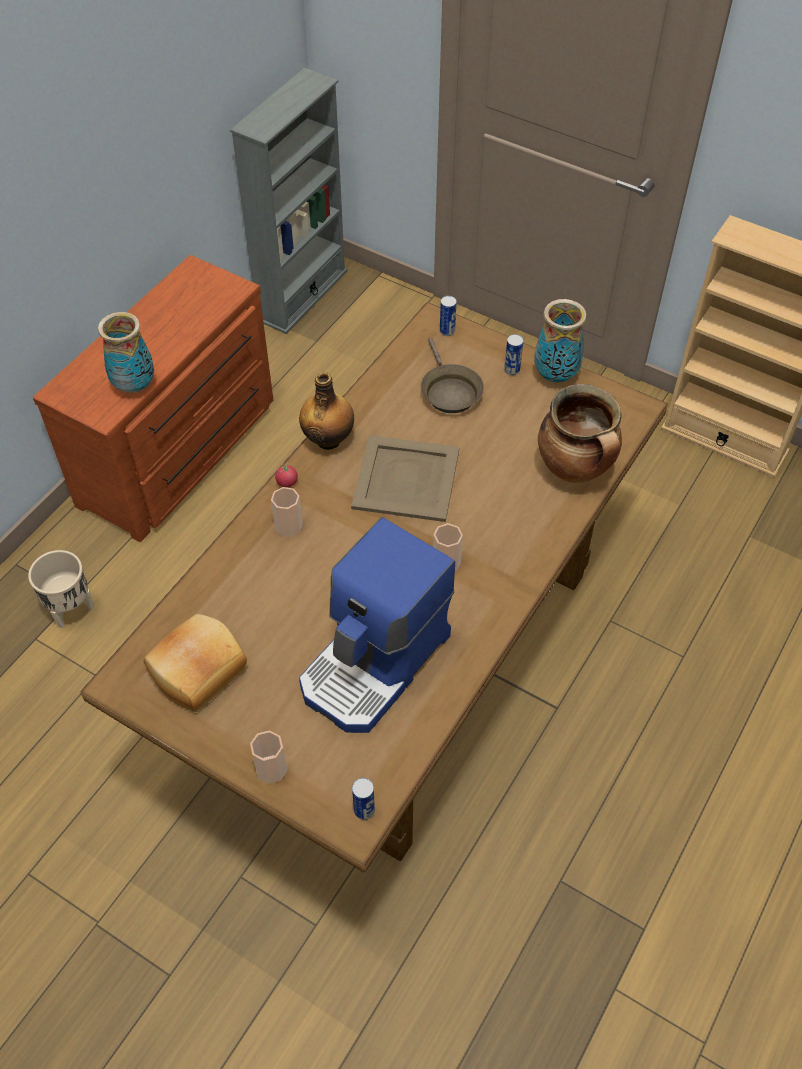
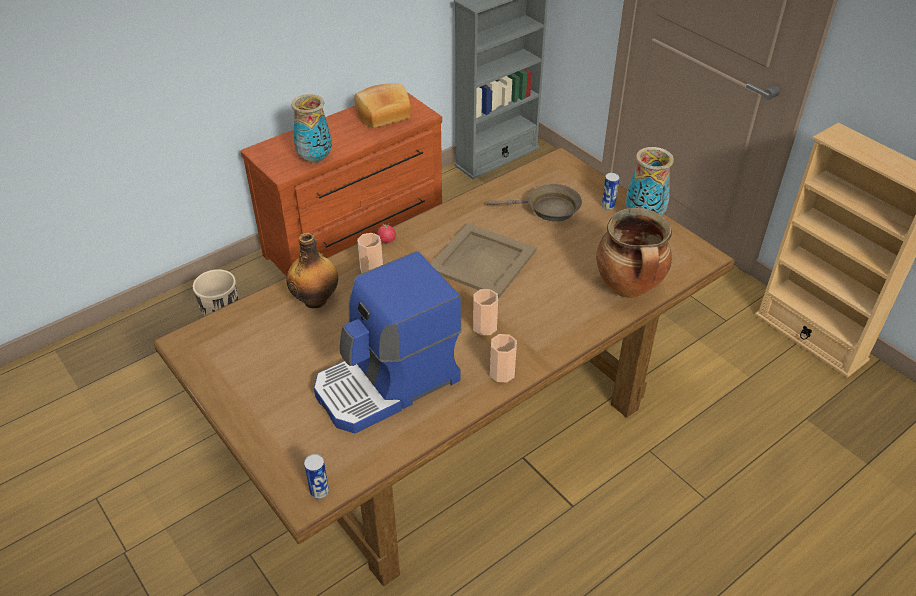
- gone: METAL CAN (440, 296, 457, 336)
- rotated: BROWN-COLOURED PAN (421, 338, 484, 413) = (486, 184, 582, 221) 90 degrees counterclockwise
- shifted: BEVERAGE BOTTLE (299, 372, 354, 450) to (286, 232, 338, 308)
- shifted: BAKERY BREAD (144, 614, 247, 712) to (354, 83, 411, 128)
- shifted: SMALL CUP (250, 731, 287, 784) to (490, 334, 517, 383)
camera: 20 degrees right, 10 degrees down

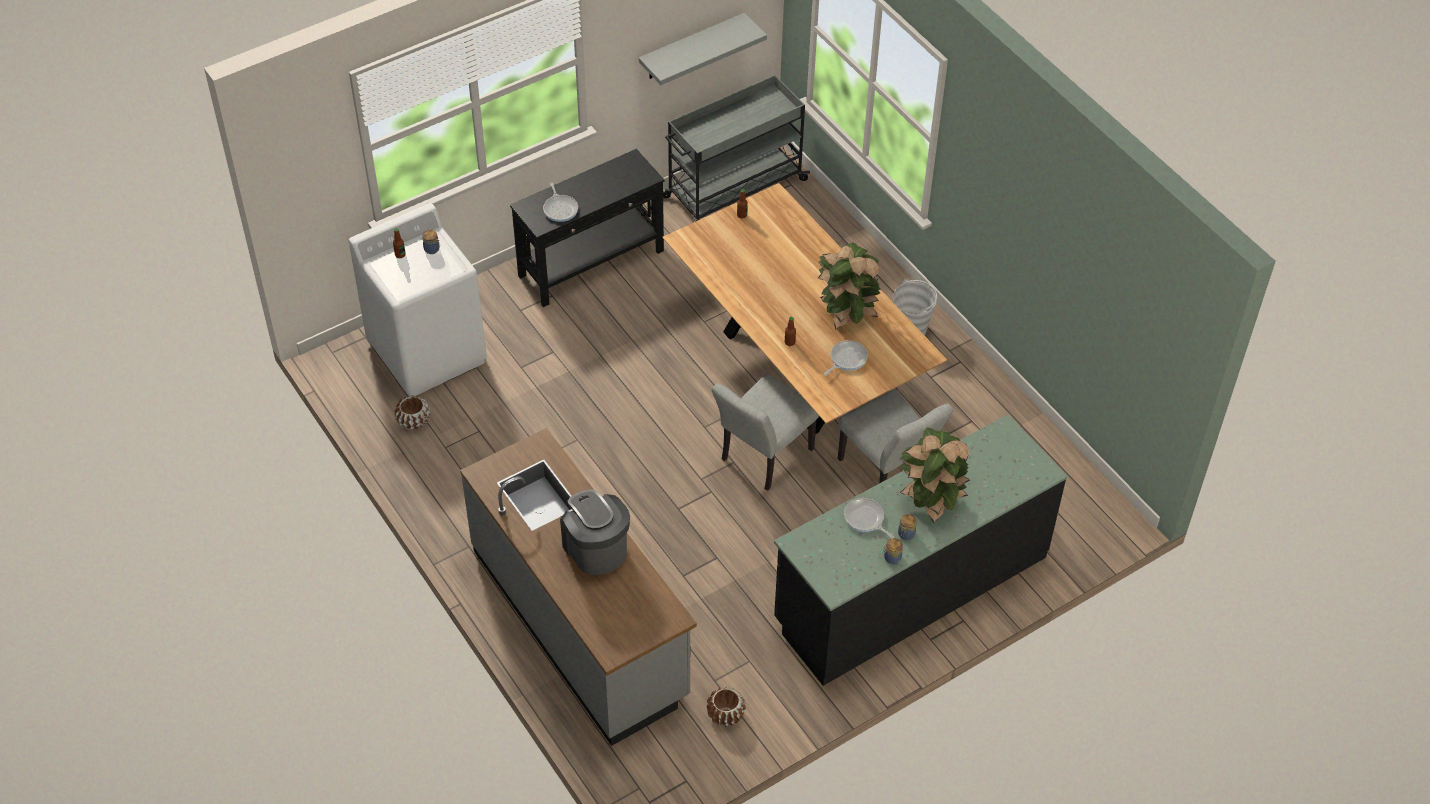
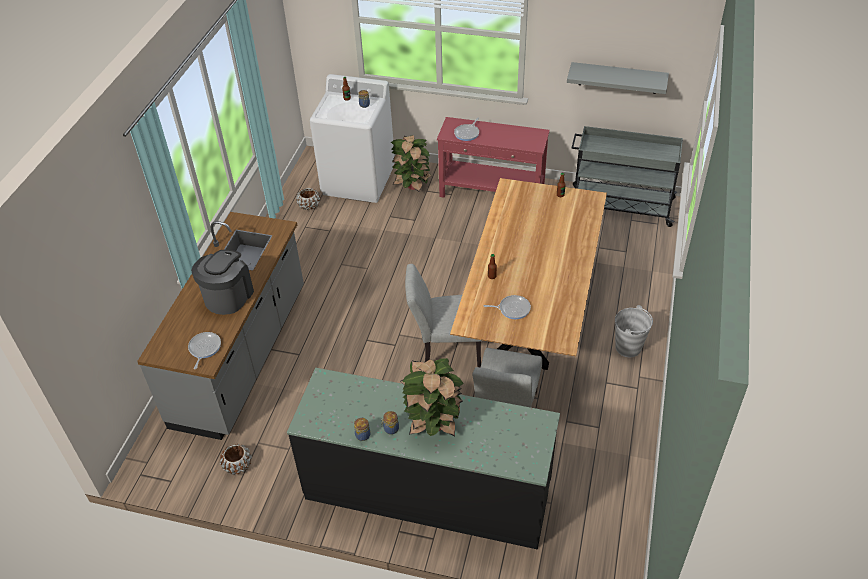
- repainted: BLACK-COLOURED NARROW TABLE (510, 149, 665, 307) to RED NARROW TABLE (437, 117, 550, 198)
- shifted: PLANT IN A POT (818, 242, 881, 330) to (391, 135, 432, 192)
- shifted: PAN (844, 498, 894, 538) to (188, 332, 221, 369)
camera: 50 degrees right, 5 degrees down

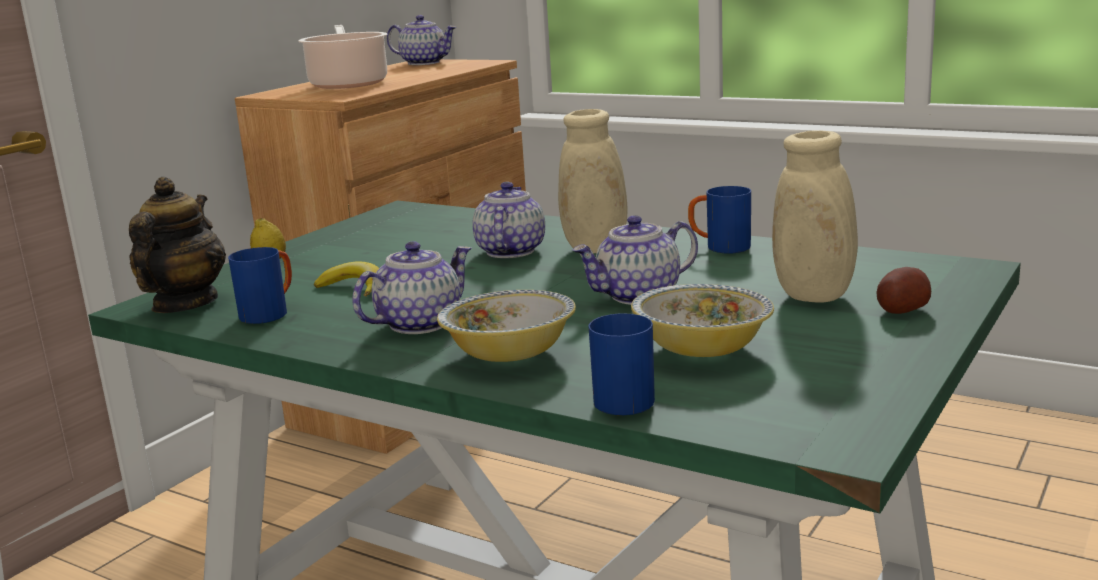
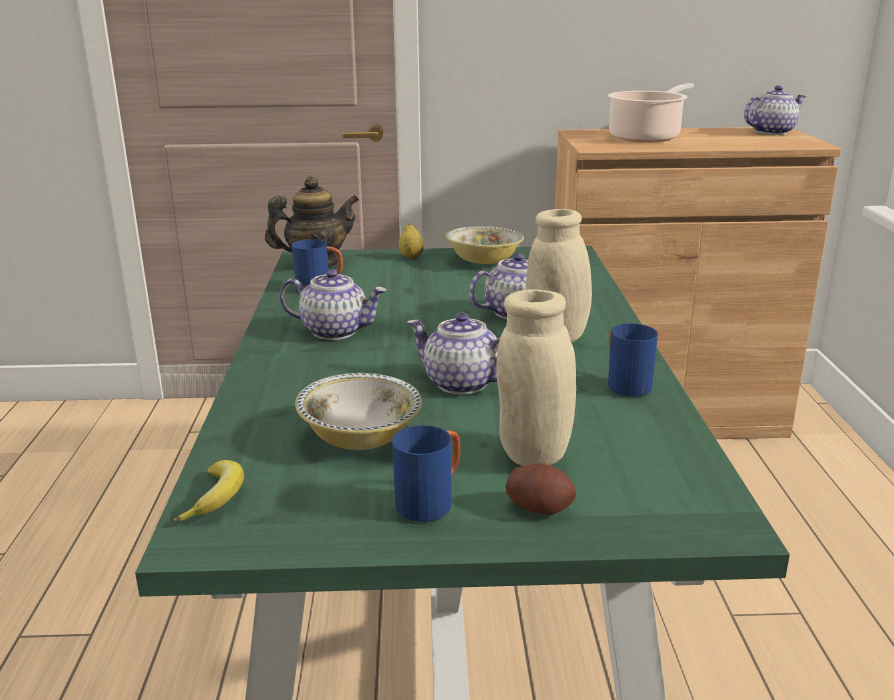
- rotated: TEAPOT (387, 15, 457, 65) = (744, 85, 806, 135) 105 degrees counterclockwise
- shifted: BANANA (314, 261, 379, 296) to (173, 460, 244, 522)
- shifted: BOWL (437, 290, 576, 362) to (446, 226, 524, 264)
- shifted: BLUE TEA MUG (588, 313, 655, 415) to (392, 425, 460, 522)
camera: 55 degrees right, 5 degrees up

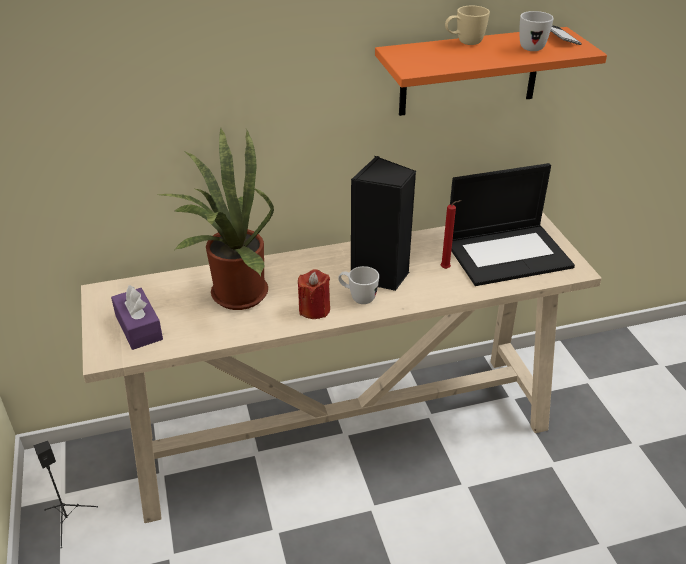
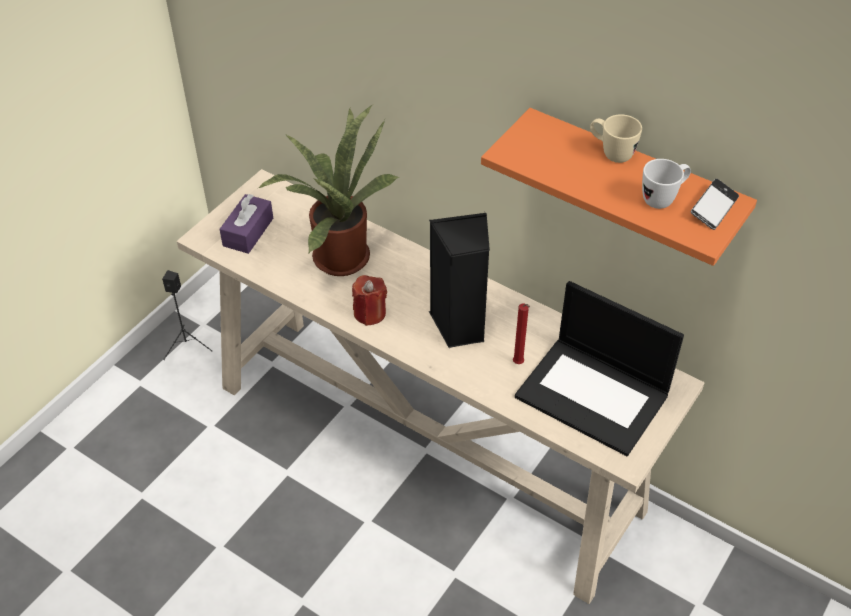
- gone: WHITE-COLOURED TEA MUG (338, 266, 379, 304)
camera: 50 degrees right, 10 degrees up

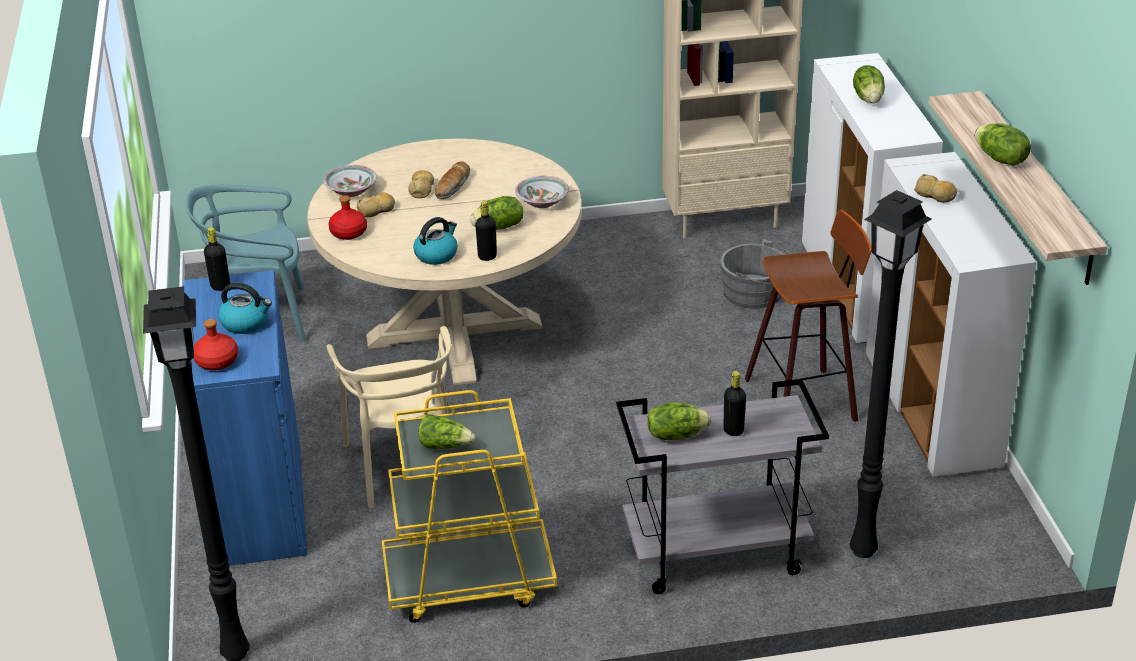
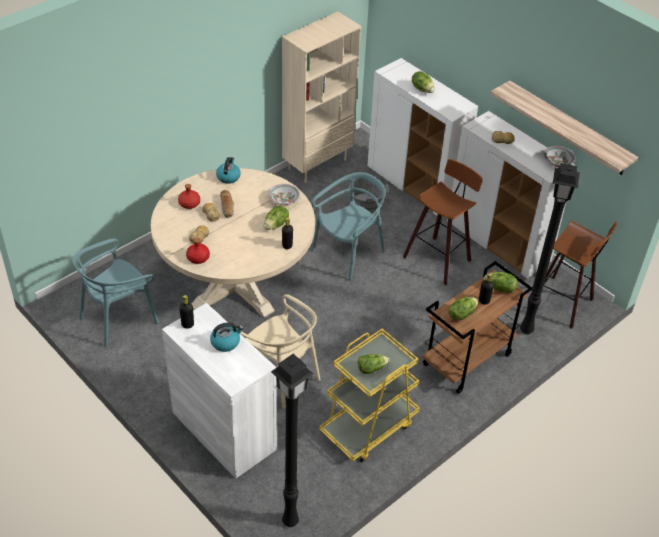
- shifted: LETTUCE HEAD (974, 123, 1031, 166) to (484, 272, 517, 293)
- shifted: BOWL (323, 165, 377, 197) to (543, 146, 576, 167)
- shifted: WATER KETTLE (413, 217, 458, 265) to (216, 157, 241, 184)
- repainted: BLUE CUPBOARD (183, 270, 307, 566) to WHITE-COLOURED CUPBOARD (162, 303, 277, 479)
- shifted: RED BEVERAGE BOTTLE (193, 319, 238, 370) to (178, 184, 200, 209)
- repainted: GREYISH CART (616, 379, 829, 594) to BROWN-COLOURED CART (422, 261, 533, 394)
- new: TURQUOISE-COLOURED CHAIR (311, 172, 385, 281)
- new: STOOL SEAT (543, 221, 617, 329)
camera: 35 degrees left, 10 degrees up

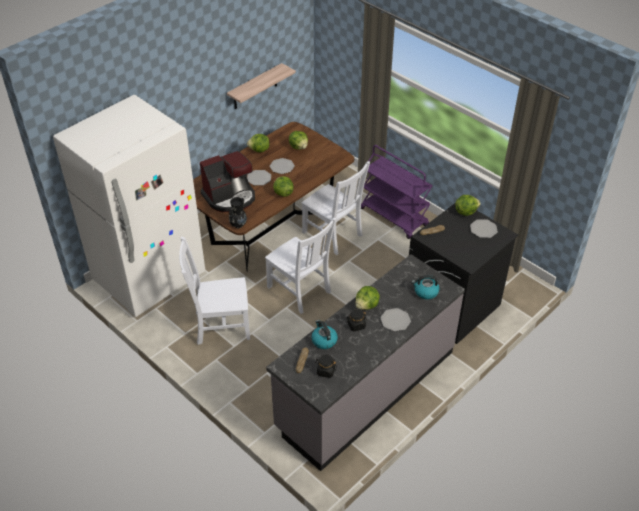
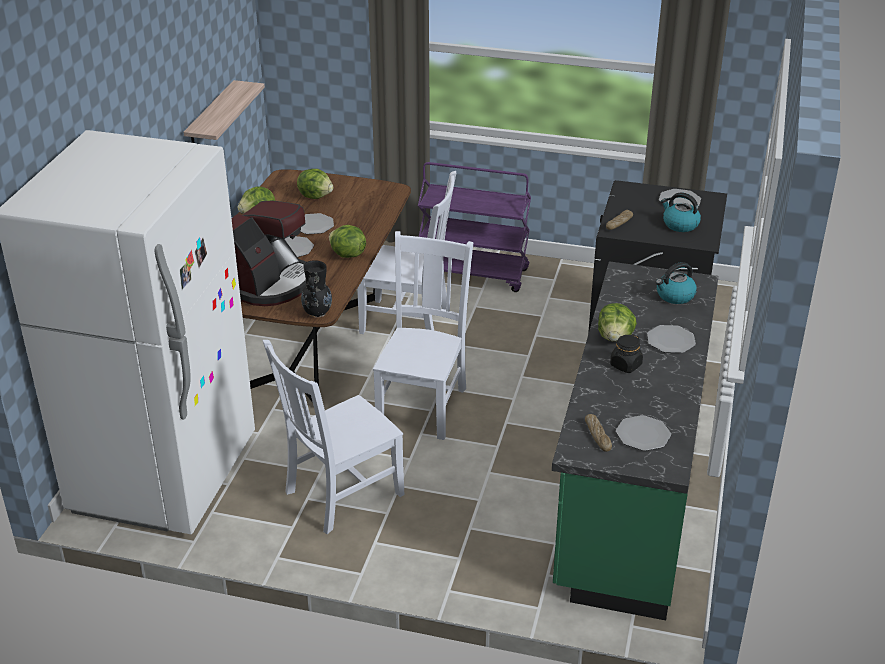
- gone: LETTUCE HEAD (455, 195, 481, 216)
- rotated: WHITE-COLOURED CHAIR (265, 218, 336, 314) = (373, 231, 473, 440) 90 degrees counterclockwise
- repainted: GREYISH COUNTER (266, 254, 465, 471) to GREEN COUNTER (552, 261, 719, 620)
- shifted: WATER KETTLE (311, 320, 338, 349) to (661, 192, 701, 232)
- swapped: BLACK-COLOURED PRESERVE JAR (315, 355, 337, 378) to PLATE (616, 415, 671, 451)
camera: 30 degrees left, 10 degrees down

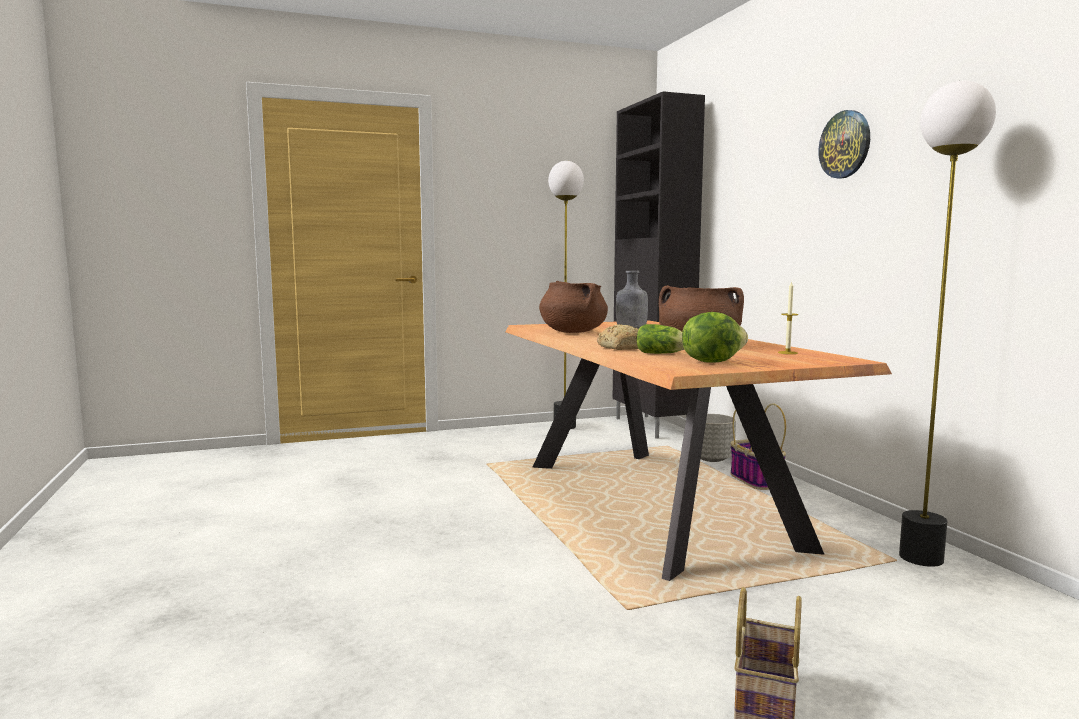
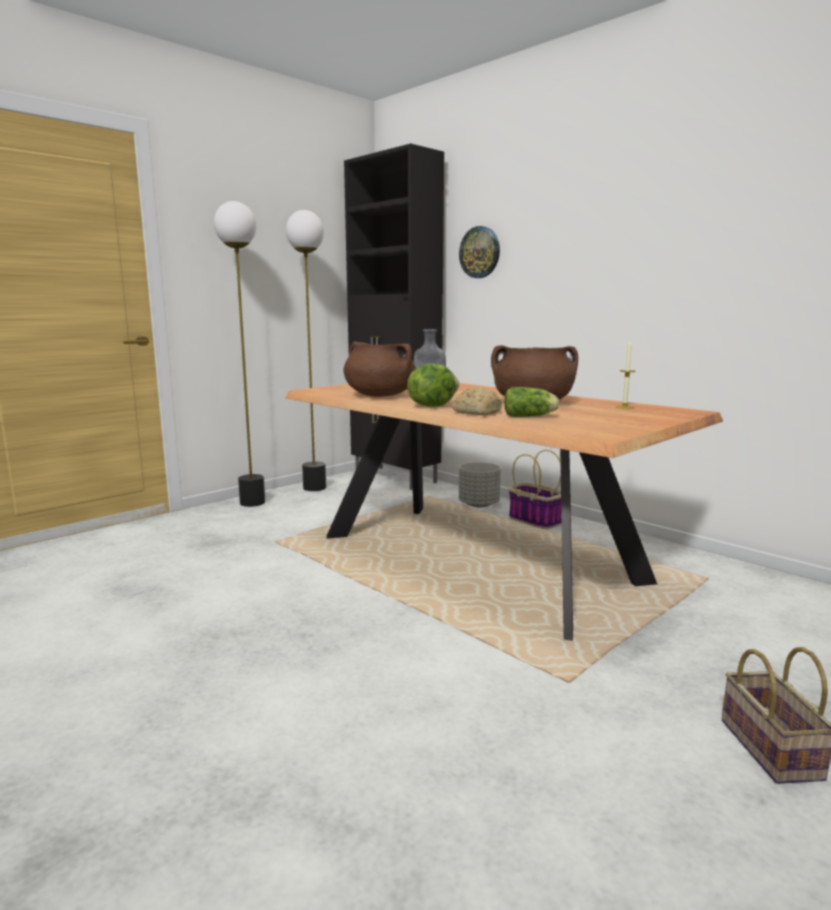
- shifted: STANDARD LAMP (899, 81, 996, 567) to (214, 201, 265, 507)
- shifted: HANGING CLOCK (818, 110, 870, 179) to (459, 226, 500, 278)
- shifted: LETTUCE HEAD (682, 312, 748, 363) to (407, 363, 459, 407)
camera: 25 degrees left, 5 degrees up

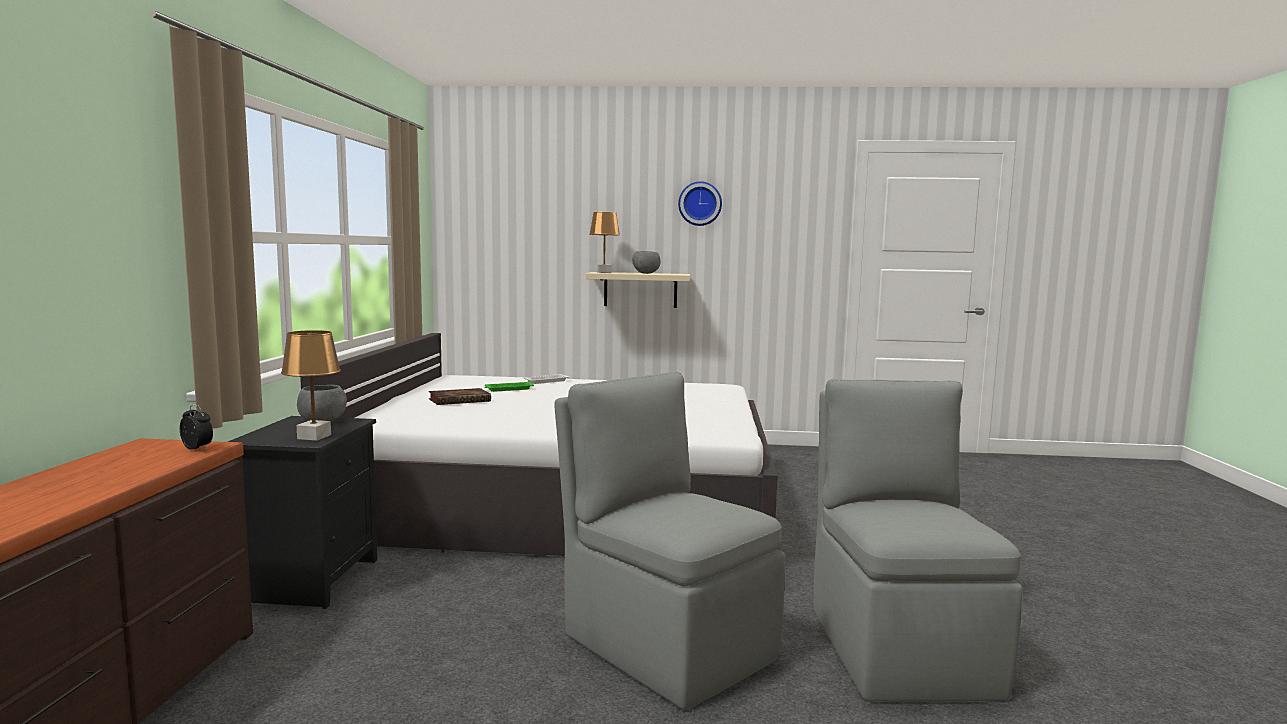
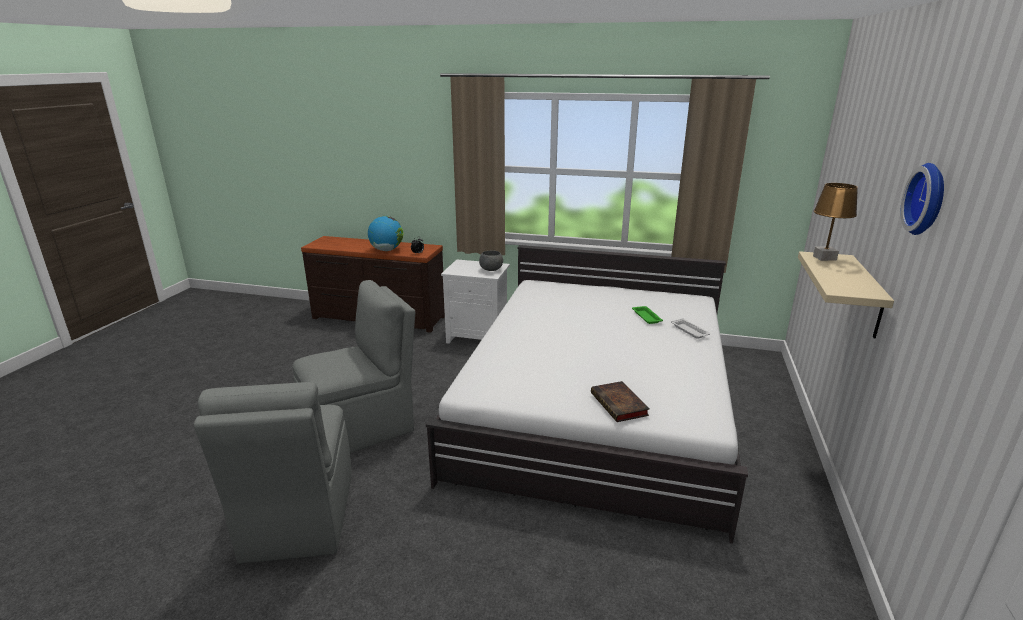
- gone: GREYISH BOWL (632, 251, 661, 274)
- gone: BROWN-COLOURED TABLE LAMP (281, 330, 341, 441)
- rotated: GREYISH CHAIR (813, 379, 1023, 702) = (194, 382, 352, 563) 75 degrees clockwise
- shifted: BOUND BOOK (429, 388, 491, 405) to (591, 381, 650, 422)
- repainted: BLACK-COLOURED NIGHTSTAND (228, 416, 377, 609) to WHITE-COLOURED NIGHTSTAND (441, 259, 510, 344)
- new: GLOBE (368, 216, 404, 251)
camera: 100 degrees right, 15 degrees up

